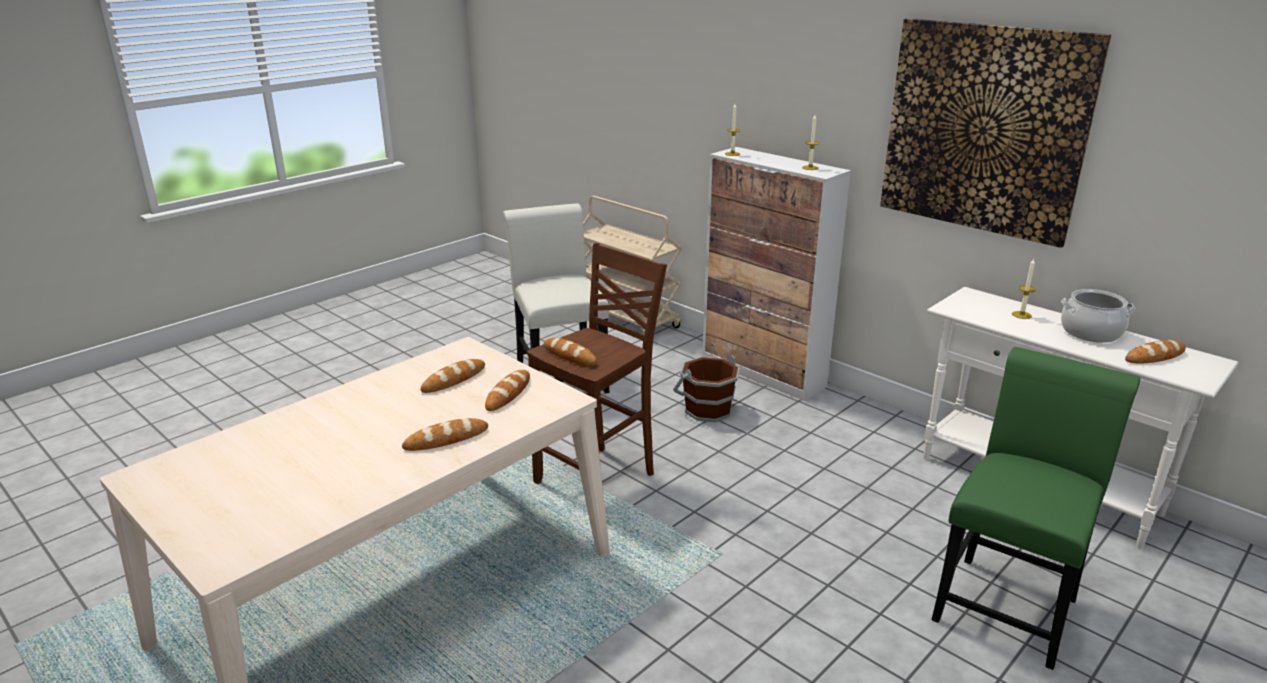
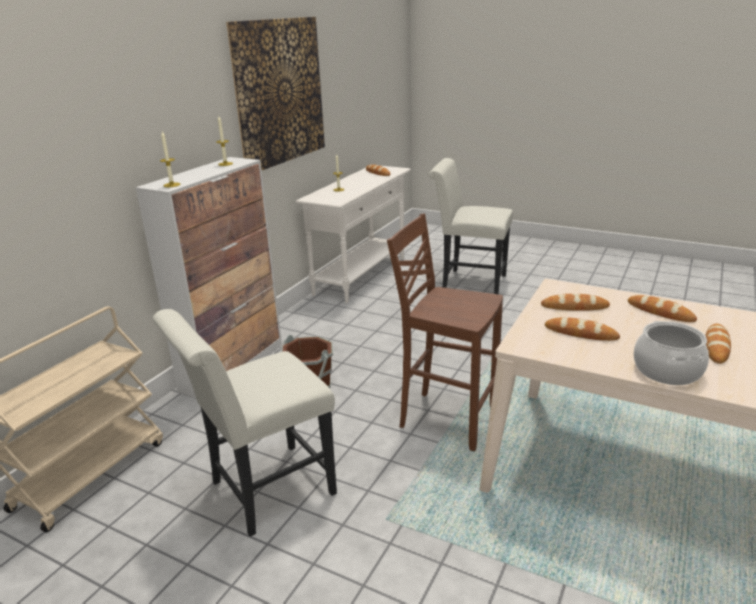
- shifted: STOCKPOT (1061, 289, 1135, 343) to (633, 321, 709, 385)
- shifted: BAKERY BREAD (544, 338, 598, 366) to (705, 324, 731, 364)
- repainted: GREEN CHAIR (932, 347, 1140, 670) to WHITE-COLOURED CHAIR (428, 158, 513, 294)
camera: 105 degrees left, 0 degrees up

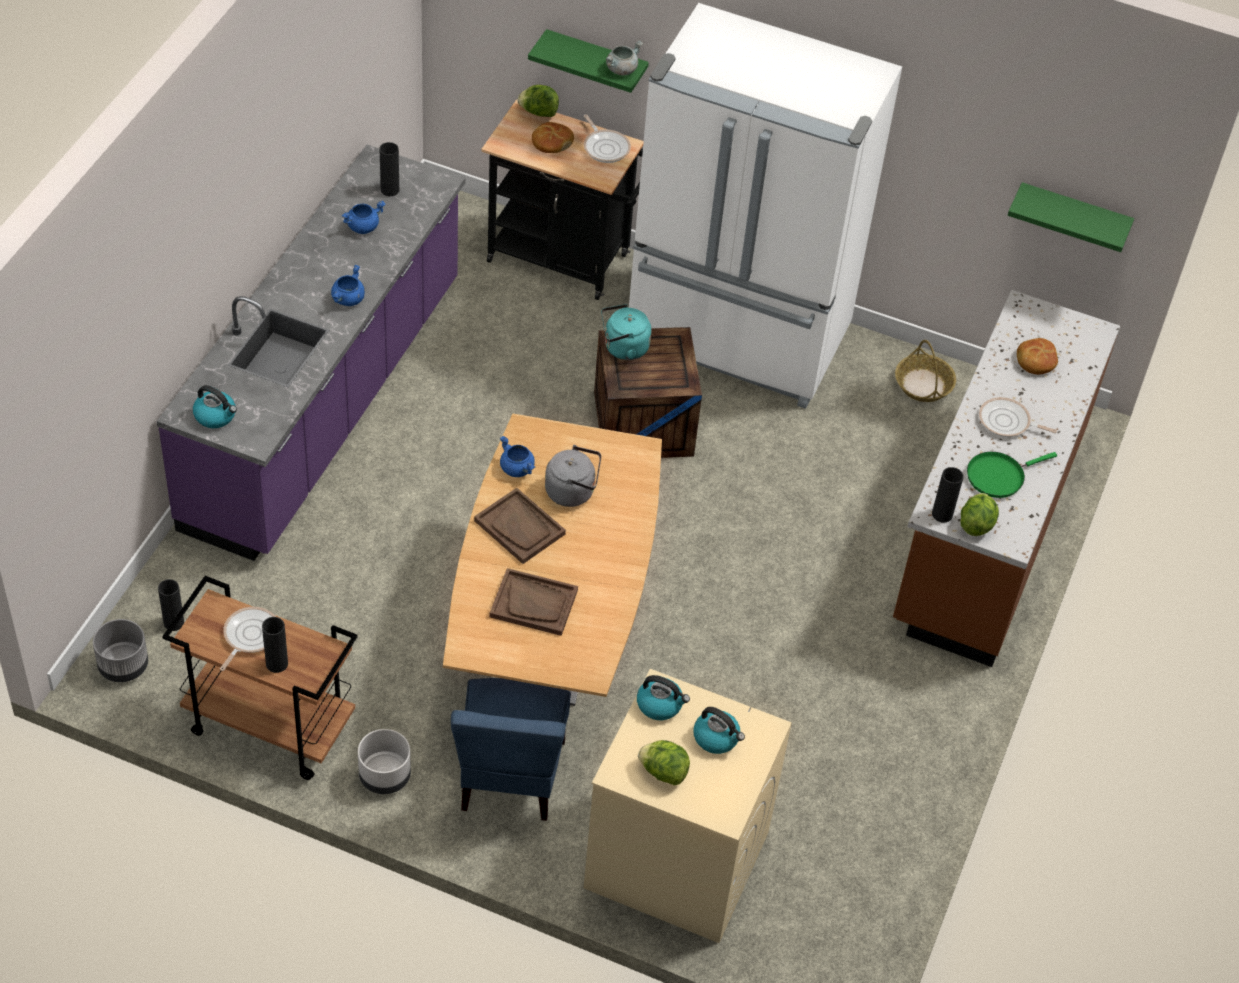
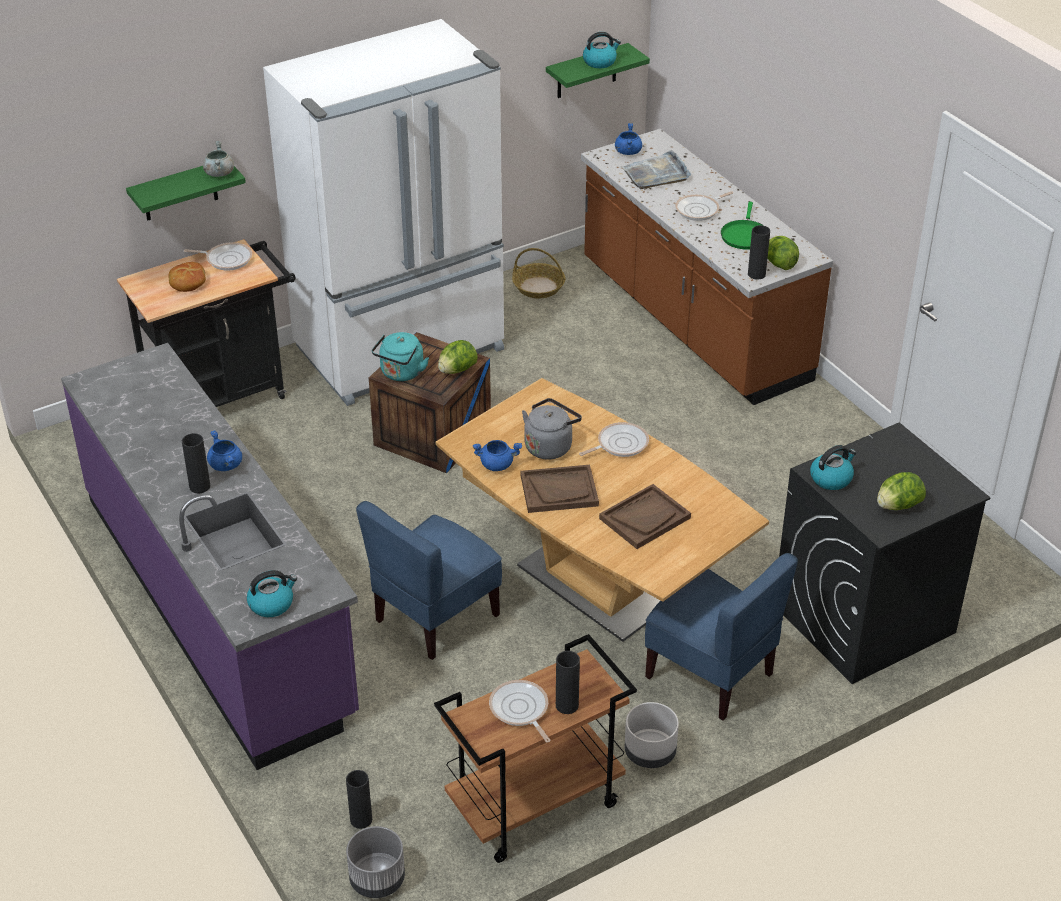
- shifted: LETTUCE HEAD (518, 85, 559, 117) to (438, 340, 478, 374)
- shifted: BLACK-COLOURED FLOWER VASE (380, 142, 399, 196) to (182, 433, 210, 494)
- shifted: BLUE STOCKPOT (342, 201, 386, 234) to (615, 123, 642, 155)
- swapped: BAKERY BREAD (1017, 338, 1058, 374) to GREYISH CARRYING TRAY (622, 150, 691, 189)
- repainted: BEIGE-COLOURED LAUNDRY APPLIANCE (584, 669, 792, 943) to BLACK-COLOURED LAUNDRY APPLIANCE (779, 423, 990, 684)
- shifted: WATER KETTLE (693, 707, 745, 754) to (583, 32, 621, 68)
- new: PAN (579, 422, 649, 457)
- new: BLUE CHAIR (356, 501, 502, 660)
camera: 50 degrees left, 10 degrees down

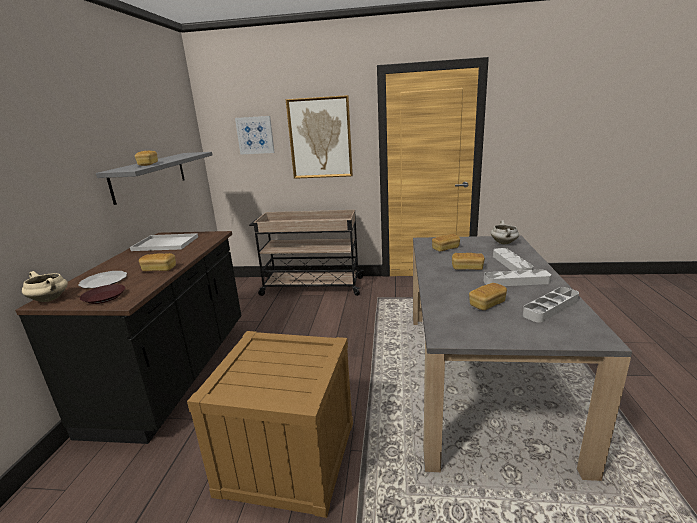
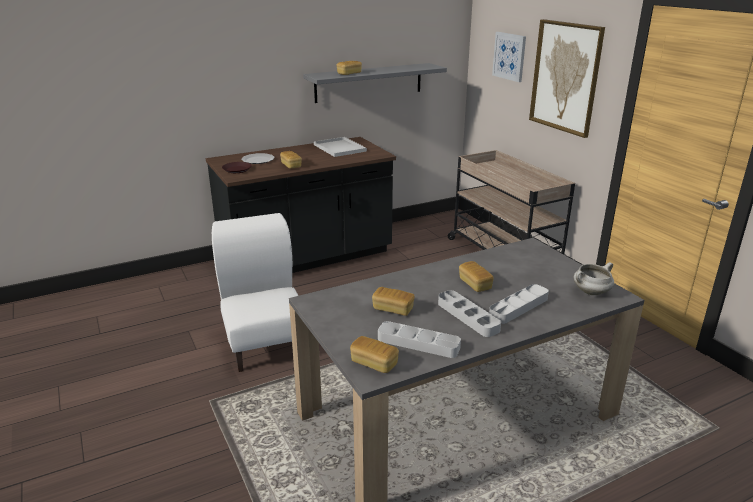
- shifted: BAKERY BREAD (432, 234, 460, 252) to (350, 336, 399, 373)
- gone: BEIGE-COLOURED STOCKPOT (22, 271, 68, 302)
- swapped: CRATE (187, 331, 353, 518) to WHITE-COLOURED CHAIR (212, 213, 299, 372)
camera: 55 degrees right, 5 degrees up

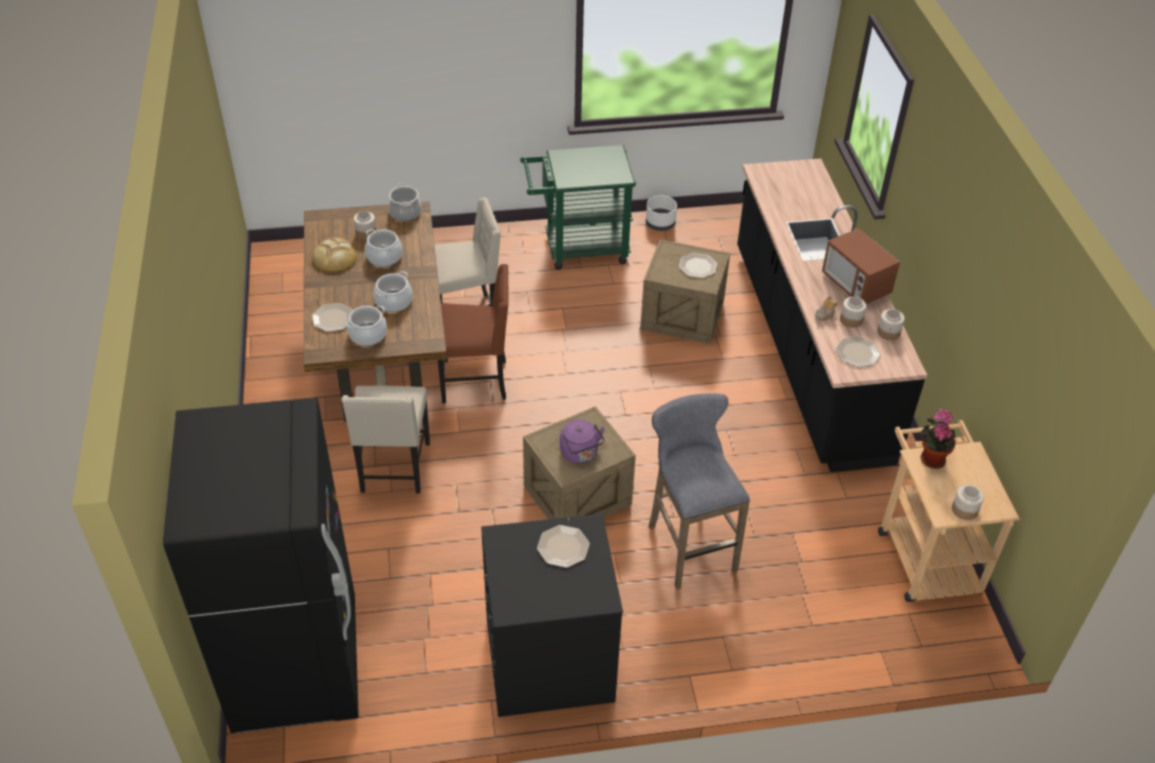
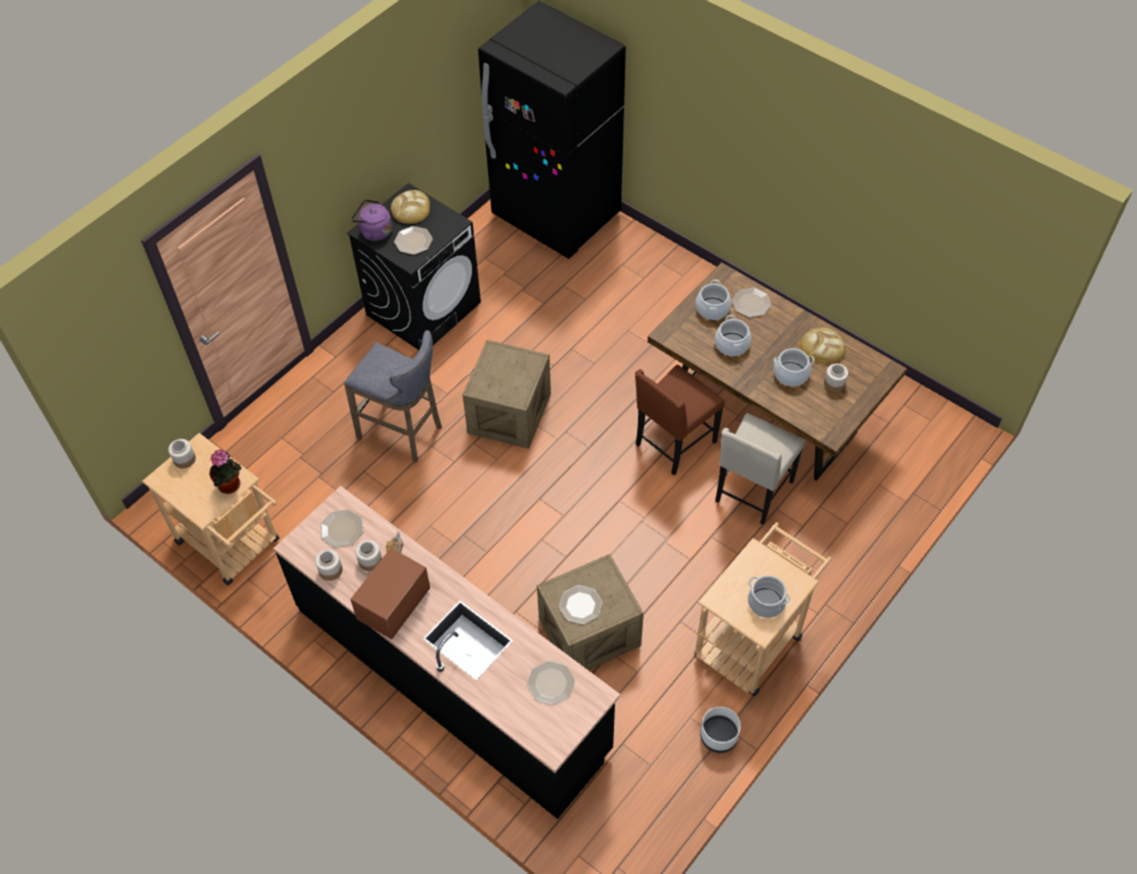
- repainted: GREEN CART (520, 145, 636, 270) to BEIGE-COLOURED CART (694, 522, 832, 696)
- shifted: STOCKPOT (388, 183, 422, 221) to (748, 575, 790, 618)
- rotated: MICROWAVE (822, 228, 900, 304) = (350, 548, 430, 639) 75 degrees counterclockwise
- gone: BEIGE-COLOURED CHAIR (342, 386, 430, 494)
- shifted: PURPLISH WATER KETTLE (560, 420, 605, 464) to (351, 199, 392, 241)
- new: BAKERY BREAD (391, 190, 430, 224)
- new: PLATE (527, 660, 575, 705)
camera: 140 degrees right, 10 degrees up

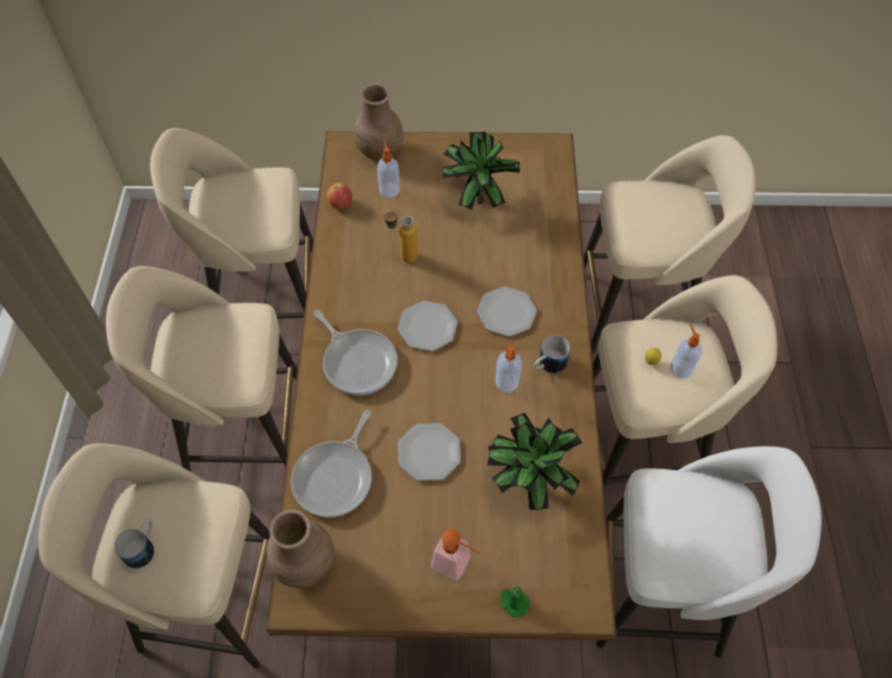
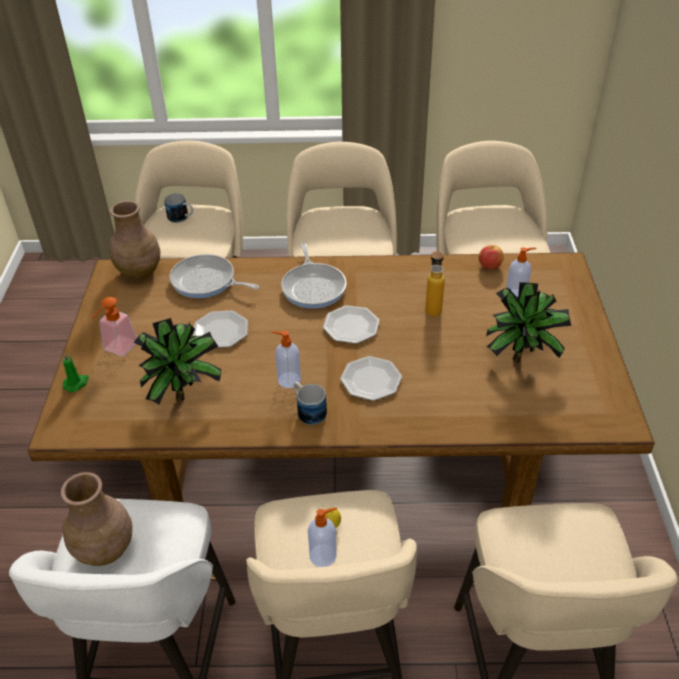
- shifted: BROWN-COLOURED FLOWER VASE (354, 84, 404, 161) to (61, 472, 132, 566)
- rotated: PAN (314, 310, 398, 395) = (281, 243, 346, 309) 60 degrees counterclockwise
camera: 90 degrees right, 15 degrees down

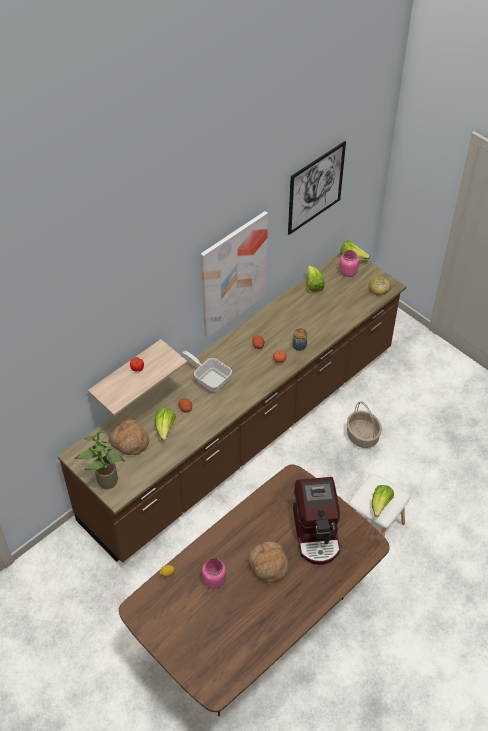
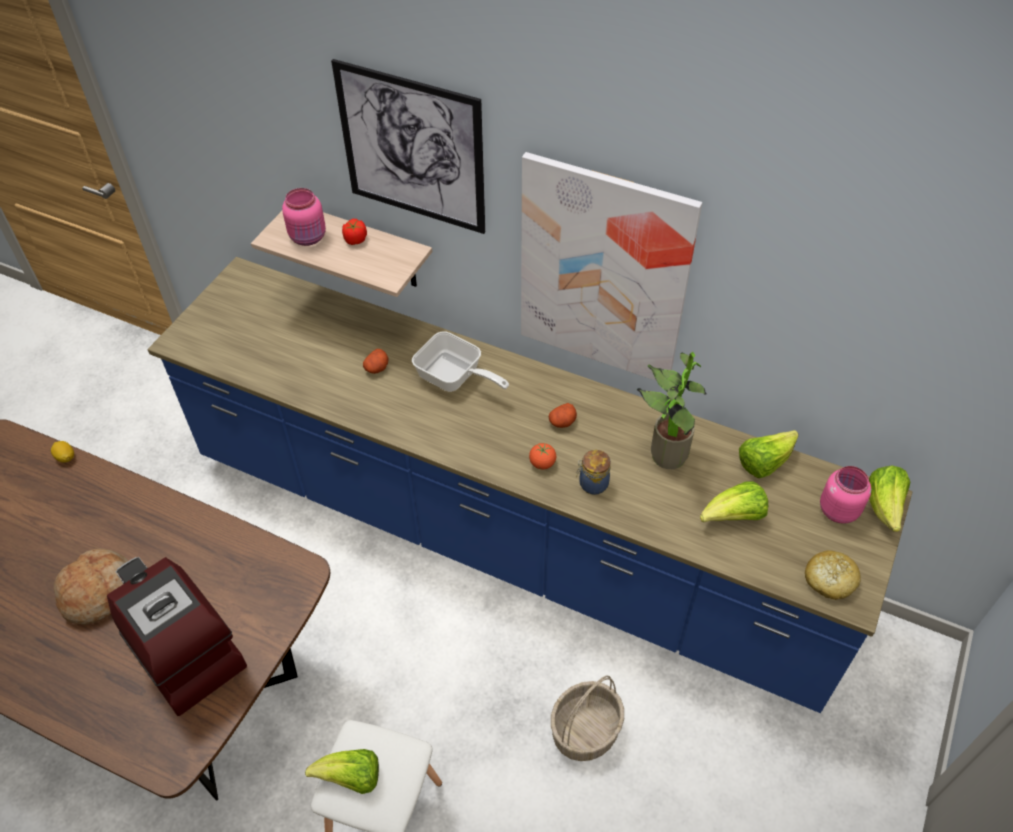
- shifted: WALL ART (288, 141, 346, 235) to (331, 59, 485, 234)
- repainted: BROWN-COLOURED COUNTER (58, 253, 406, 563) to BLUE COUNTER (148, 257, 912, 713)
- rotated: PAN (182, 351, 232, 392) = (412, 332, 509, 392) 105 degrees clockwise
- shifted: LETTUCE HEAD (155, 408, 176, 441) to (700, 481, 768, 522)
- gone: BAKERY BREAD (109, 419, 149, 455)
- shifted: PLANT IN A POT (74, 431, 125, 489) to (637, 352, 706, 469)
- rotated: COFFEE MACHINE (293, 477, 340, 565) = (107, 557, 247, 716) 75 degrees clockwise
- shifted: PINK PRESERVE JAR (202, 558, 226, 589) to (282, 188, 326, 246)
camera: 70 degrees right, 0 degrees up

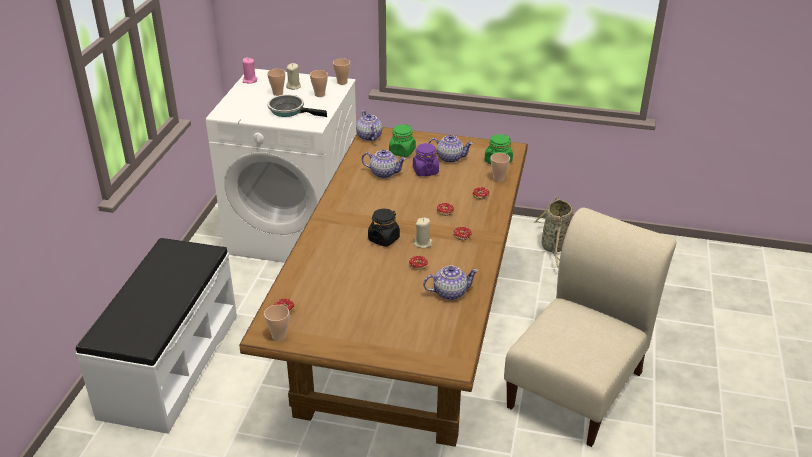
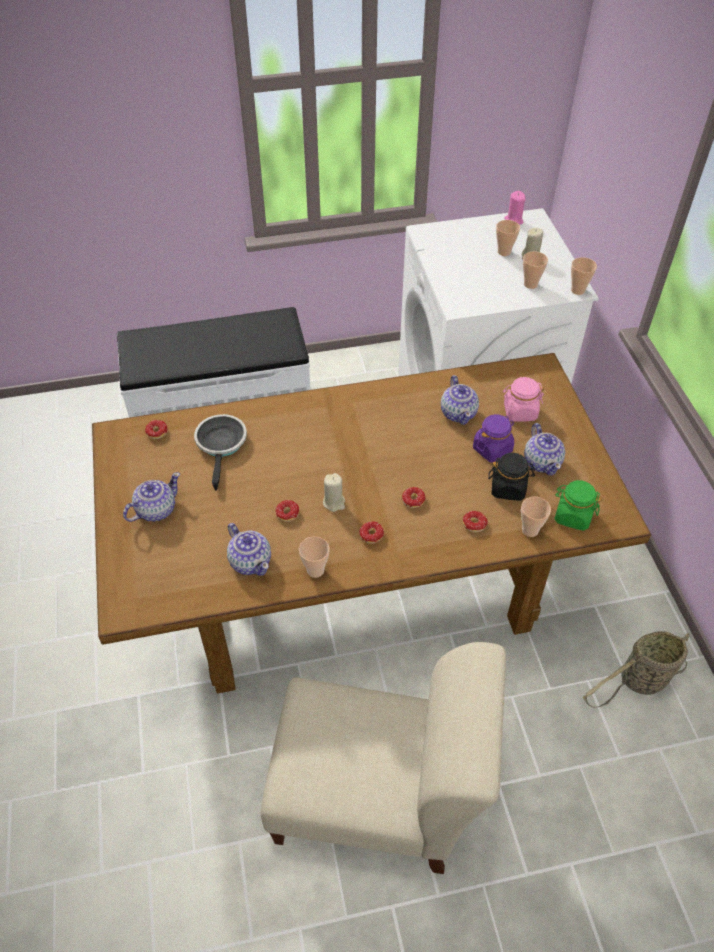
- shifted: PAN (268, 94, 327, 117) to (194, 414, 247, 491)
- shifted: TEAPOT (356, 110, 382, 141) to (123, 472, 180, 522)
- repainted: GREEN PRESERVE JAR (389, 124, 416, 157) to PINK PRESERVE JAR (503, 377, 544, 422)
- shifted: BLACK-COLOURED PRESERVE JAR (368, 209, 400, 247) to (488, 453, 535, 501)
- shifted: SMALL CUP (264, 305, 289, 341) to (299, 536, 330, 578)
camera: 65 degrees right, 15 degrees up

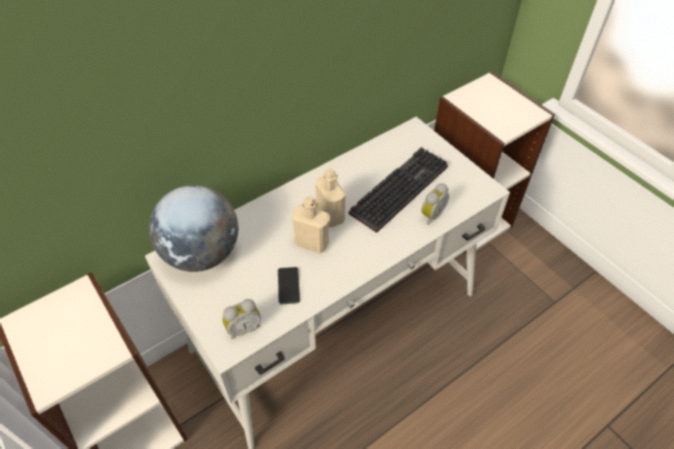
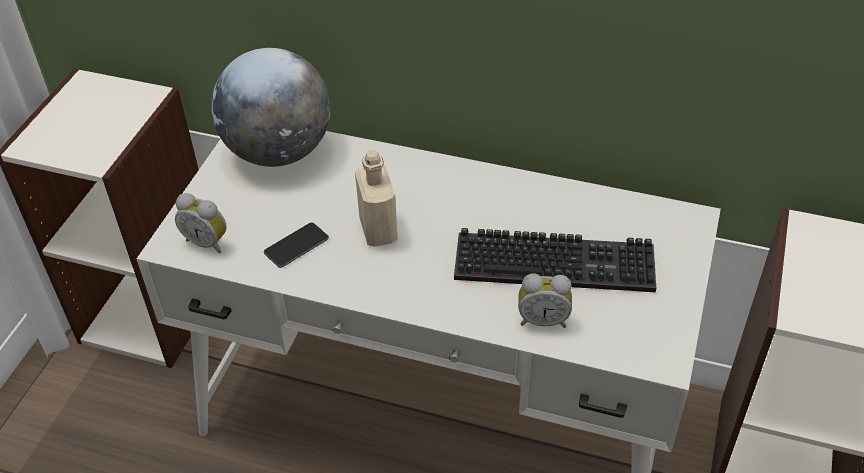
- gone: BEIGE-COLOURED BEVERAGE BOTTLE (315, 168, 346, 227)
camera: 55 degrees right, 5 degrees down

